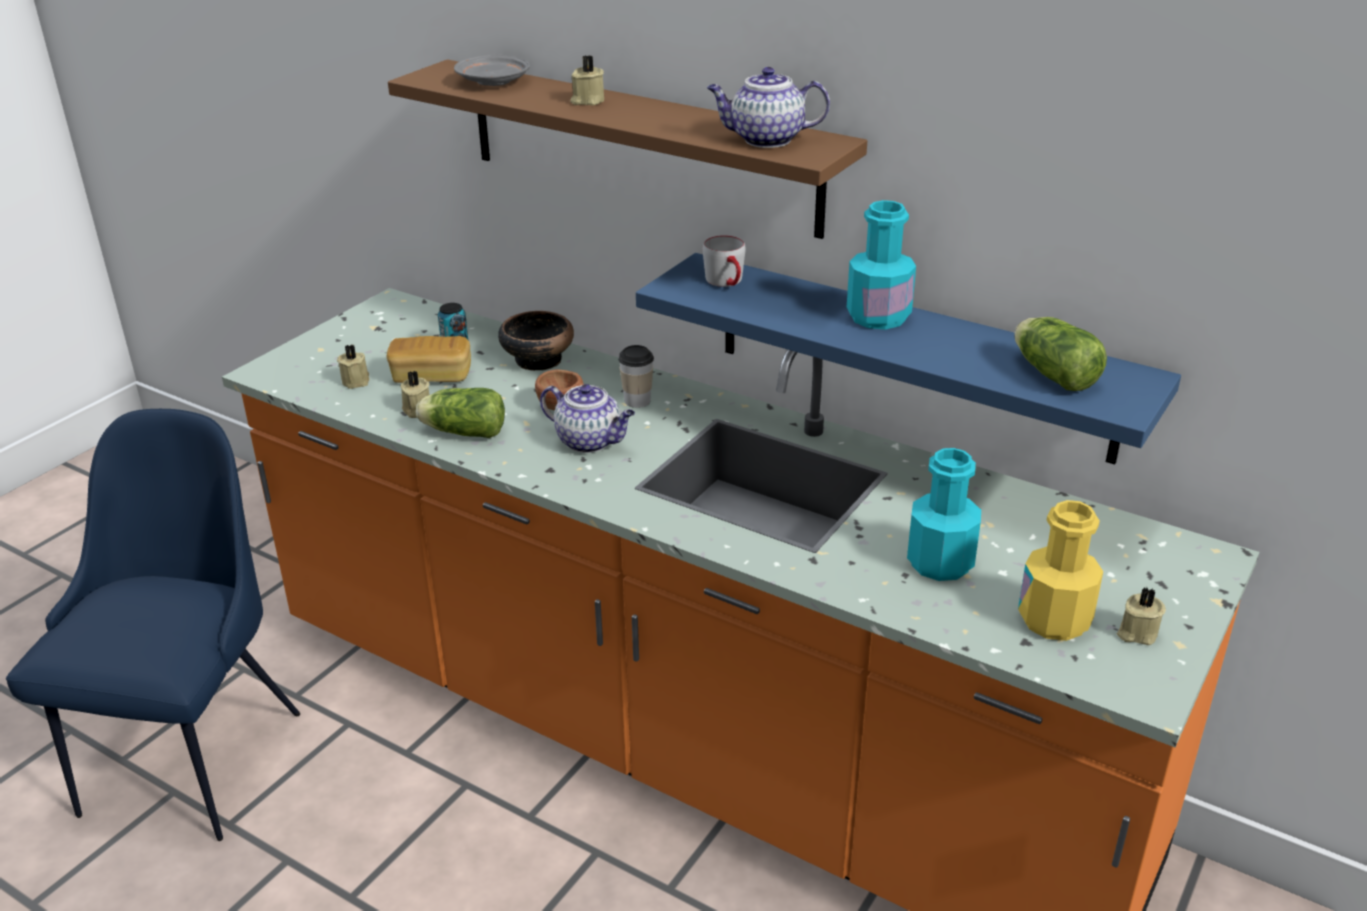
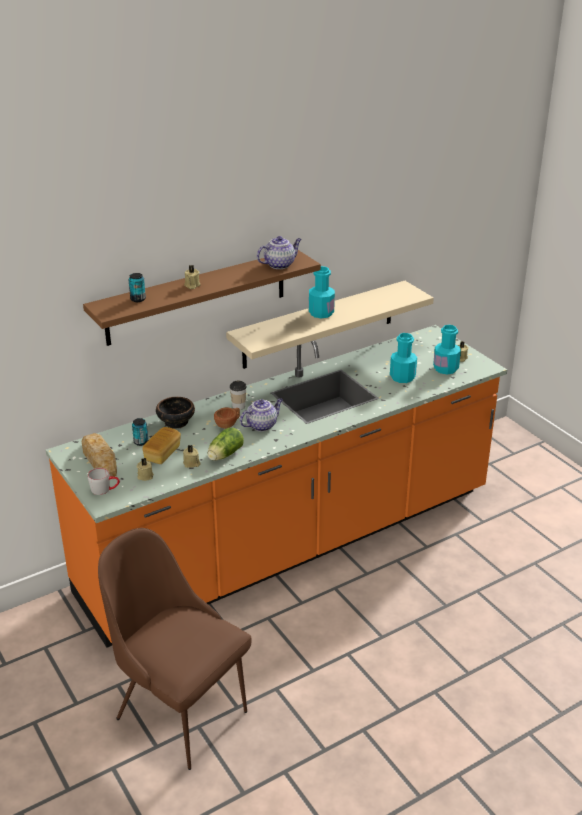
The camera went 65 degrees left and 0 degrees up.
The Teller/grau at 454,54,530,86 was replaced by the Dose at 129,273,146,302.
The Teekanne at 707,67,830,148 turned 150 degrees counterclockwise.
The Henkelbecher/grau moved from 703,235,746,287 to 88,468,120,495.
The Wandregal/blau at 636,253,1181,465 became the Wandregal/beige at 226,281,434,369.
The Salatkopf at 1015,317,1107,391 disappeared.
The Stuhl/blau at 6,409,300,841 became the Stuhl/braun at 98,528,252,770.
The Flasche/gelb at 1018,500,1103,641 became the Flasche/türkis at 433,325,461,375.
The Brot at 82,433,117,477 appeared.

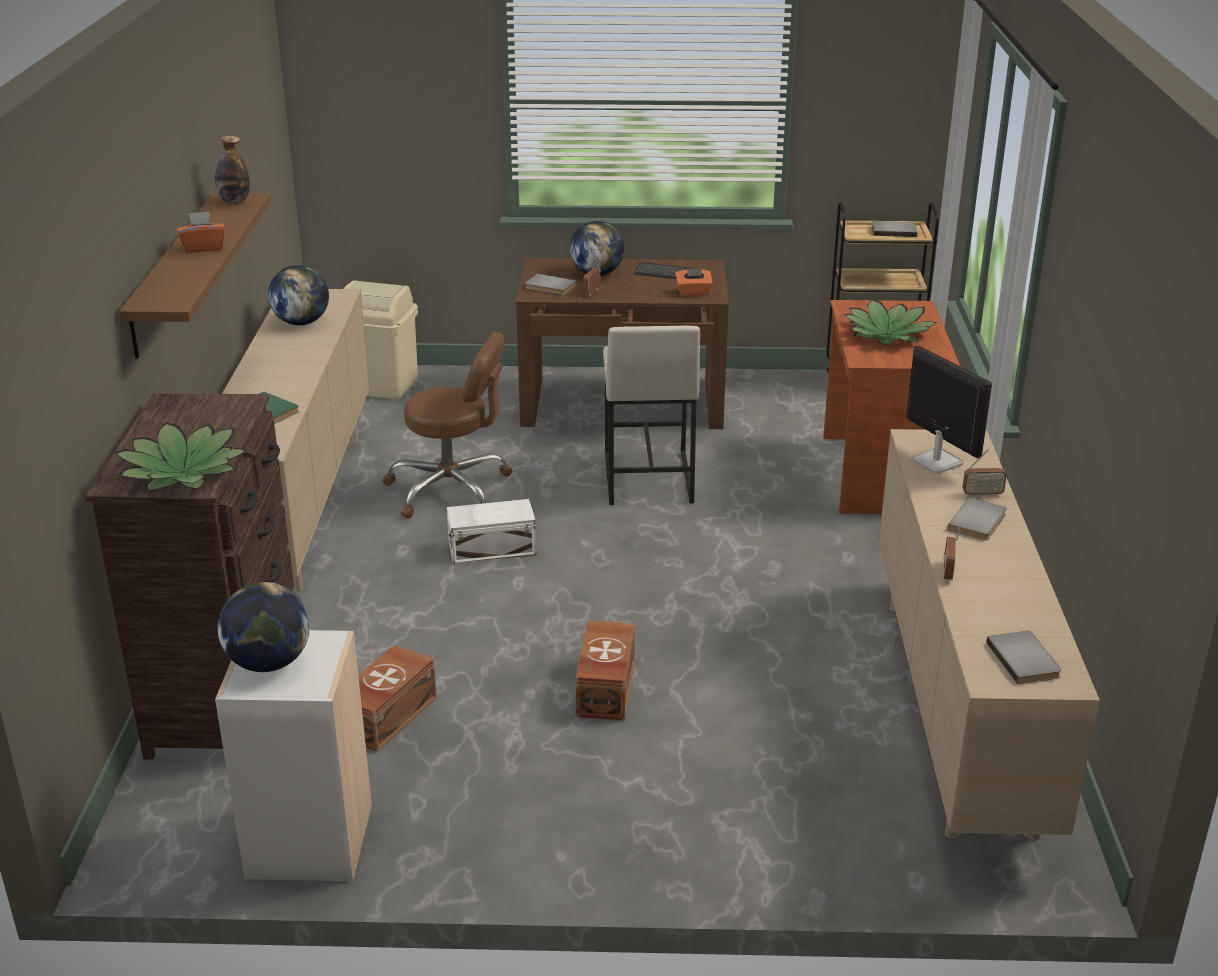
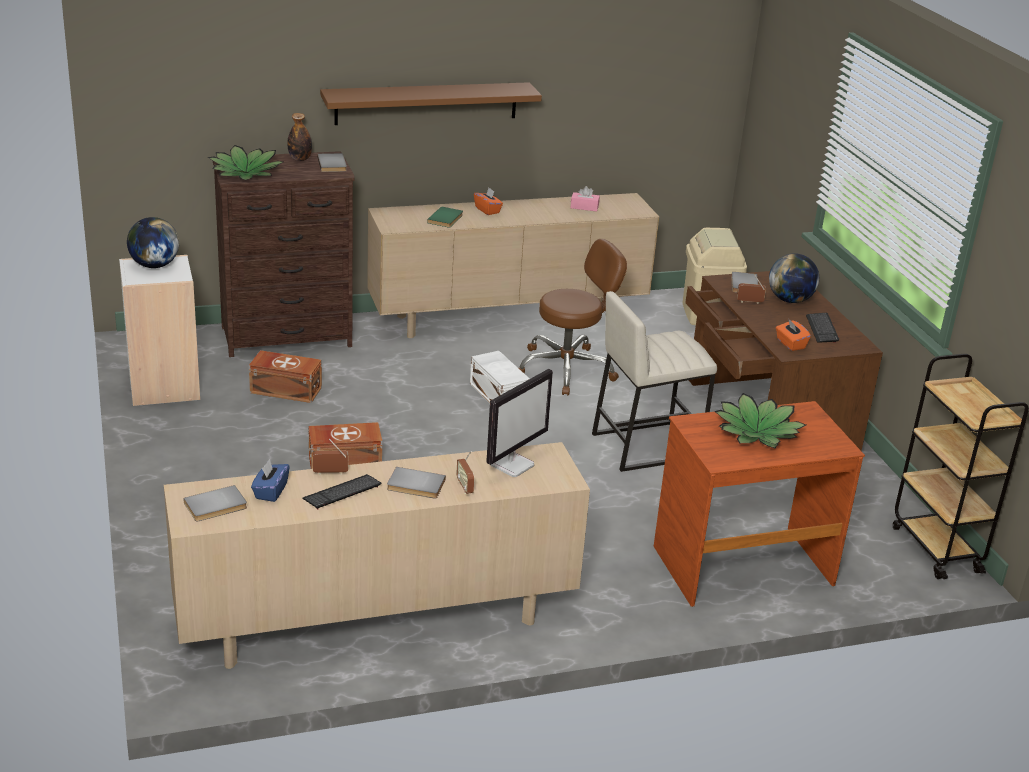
The camera went 70 degrees right and 0 degrees up.
The Flasche moved from 215,136,250,204 to 287,113,312,161.
The Taschentuchbox/orange moved from 177,212,225,253 to 474,188,503,215.
The Buch/grau moved from 872,221,917,237 to 317,153,347,172.
The Globus at 268,265,329,325 was replaced by the Taschentuchbox/rosa at 571,186,600,212.
The Bürostuhl/braun at 383,332,513,519 turned 105 degrees counterclockwise.
The Taschentuchbox/blau at 251,459,290,502 appeared.
The Tastatur at 302,474,381,509 appeared.

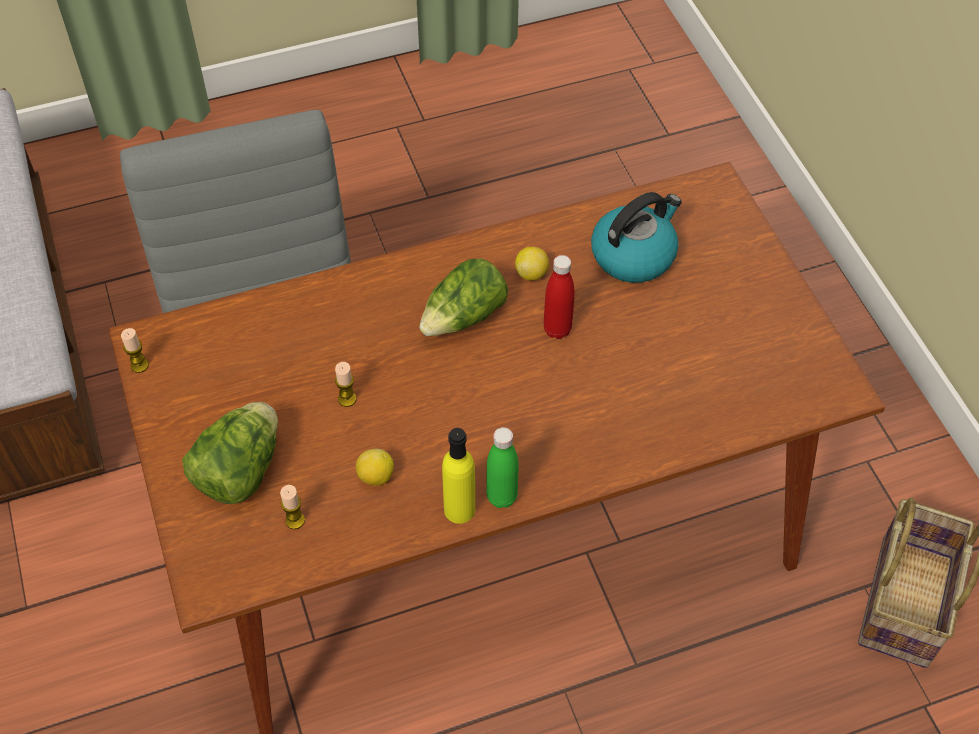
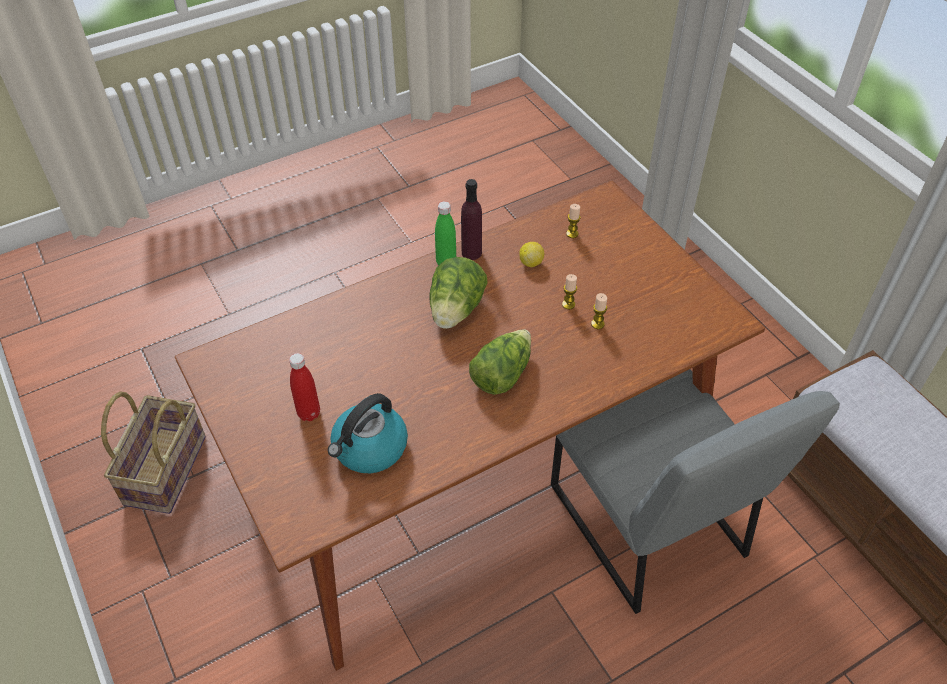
The camera went 170 degrees right and 5 degrees down.
The Zitrone at 515,247,549,281 disappeared.
The Flasche/rot moved from 543,255,575,339 to 289,353,320,421.
The Kerze moved from 121,328,149,373 to 591,293,607,329.
The Salatkopf moved from 182,402,278,504 to 430,257,488,329.
The Flasche/gelb at 442,428,475,524 became the Flasche/lila at 461,179,482,260.

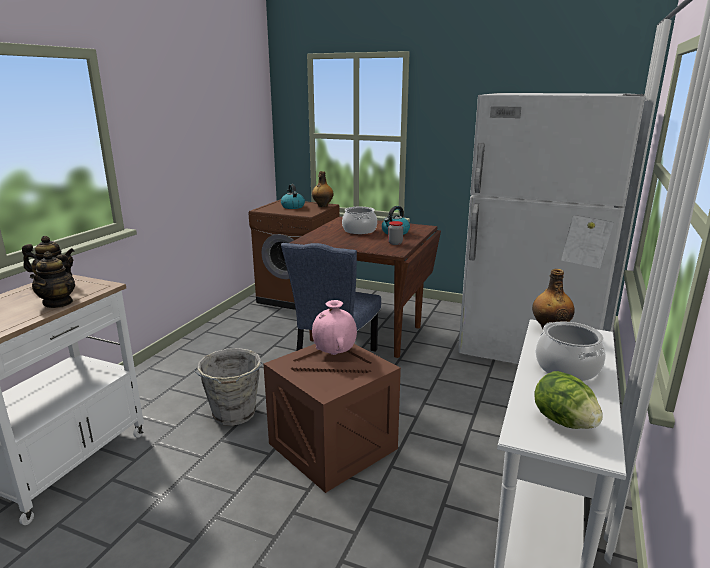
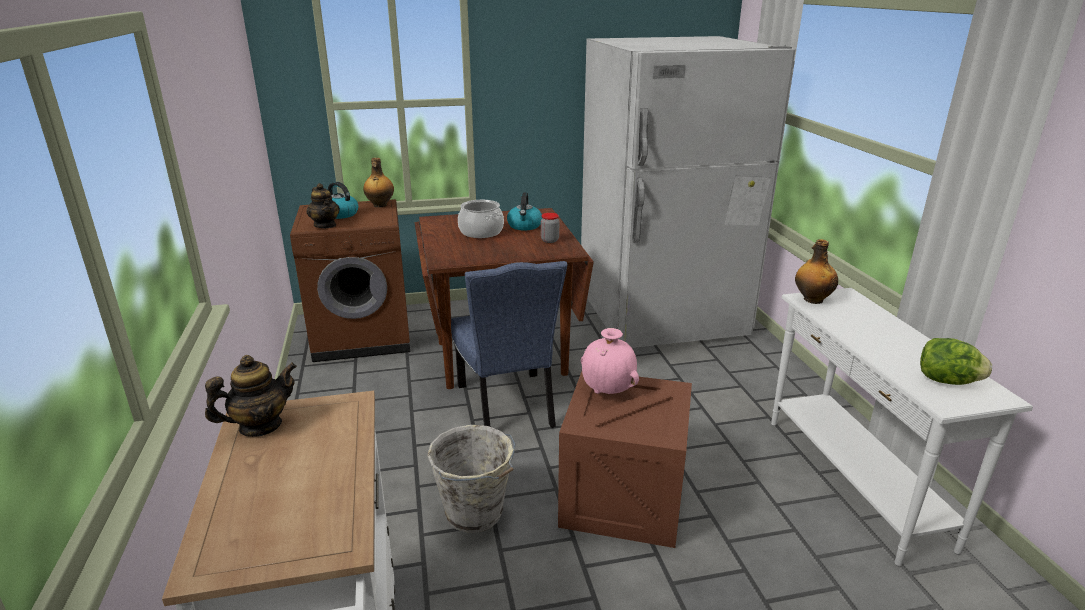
The camera went 35 degrees left and 5 degrees up.
The Teekanne moved from 30,251,75,308 to 306,183,340,228.
The Kochtopf at 536,321,606,381 disappeared.

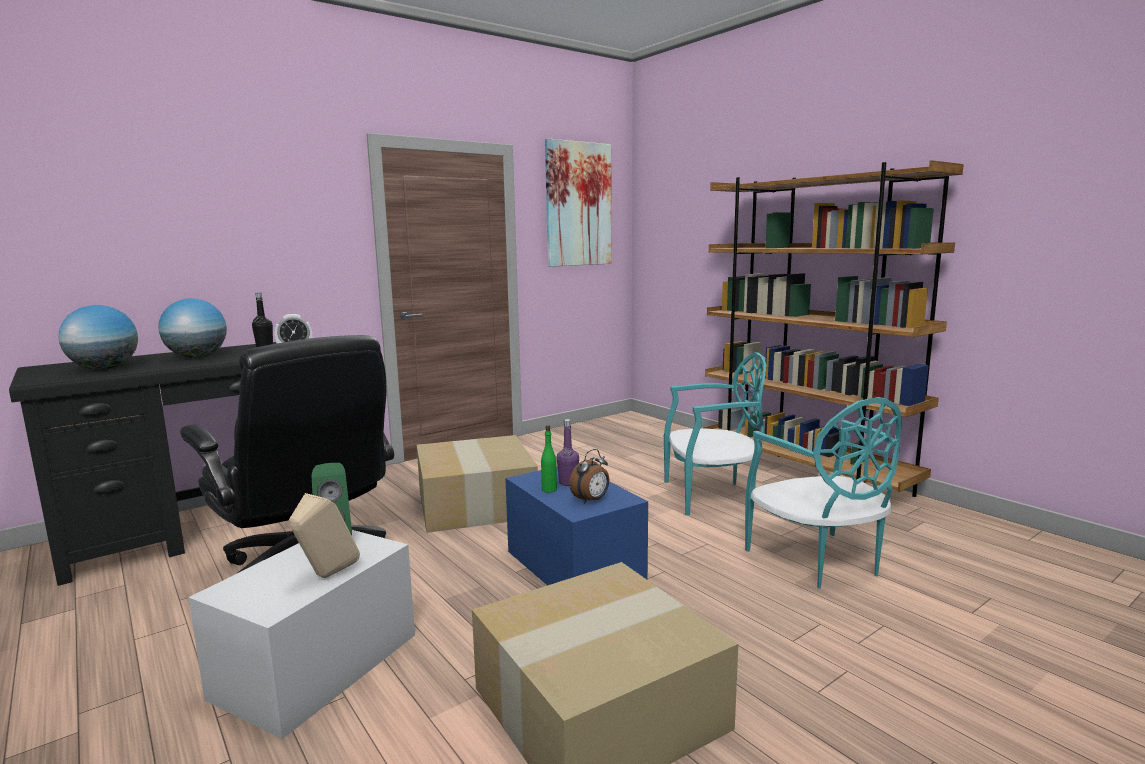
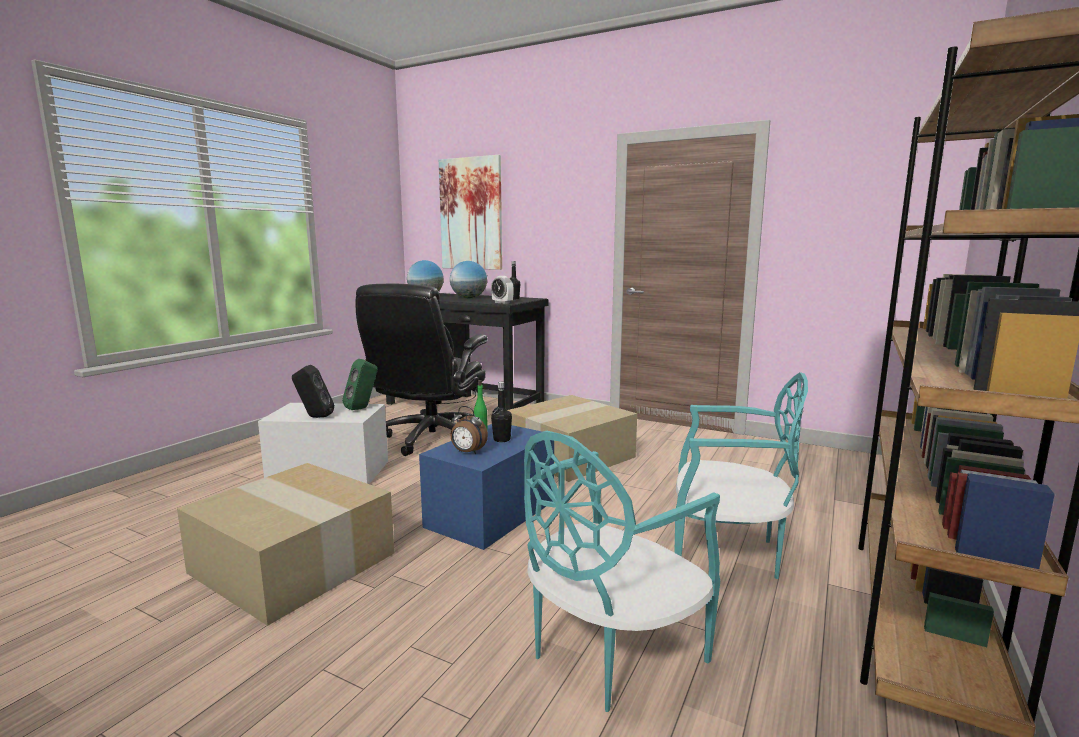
The camera went 65 degrees right and 0 degrees up.
The Bild moved from 545,138,612,267 to 439,155,502,270.
The Stuhl/türkis at 664,352,766,515 turned 45 degrees counterclockwise.
The Flasche/lila at 557,419,579,486 became the Flasche/schwarz at 491,382,512,442.
The Lautsprecher/beige at 289,493,360,578 became the Lautsprecher/schwarz at 292,365,334,418.

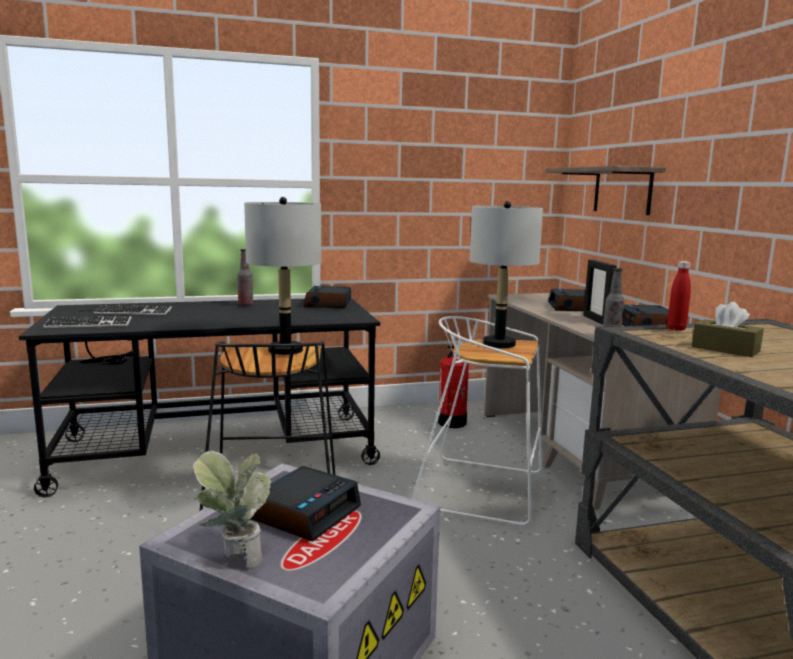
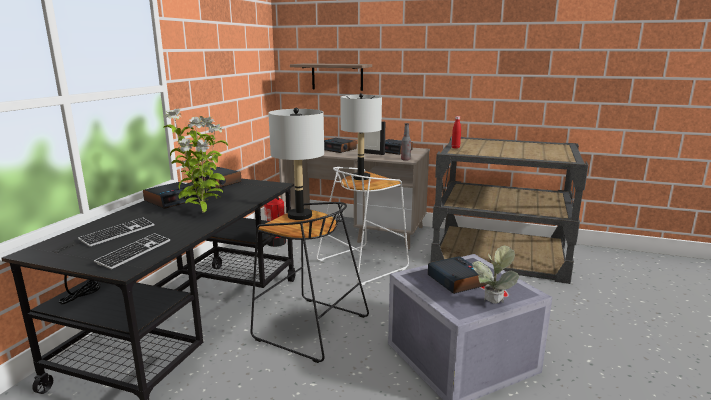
The camera went 55 degrees left and 5 degrees up.
The Flasche at 237,249,253,306 was replaced by the Wecker at 143,182,198,209.
The Taschentuchbox/braun at 692,302,764,357 disappeared.
The Topfpflanze at 163,108,228,212 appeared.

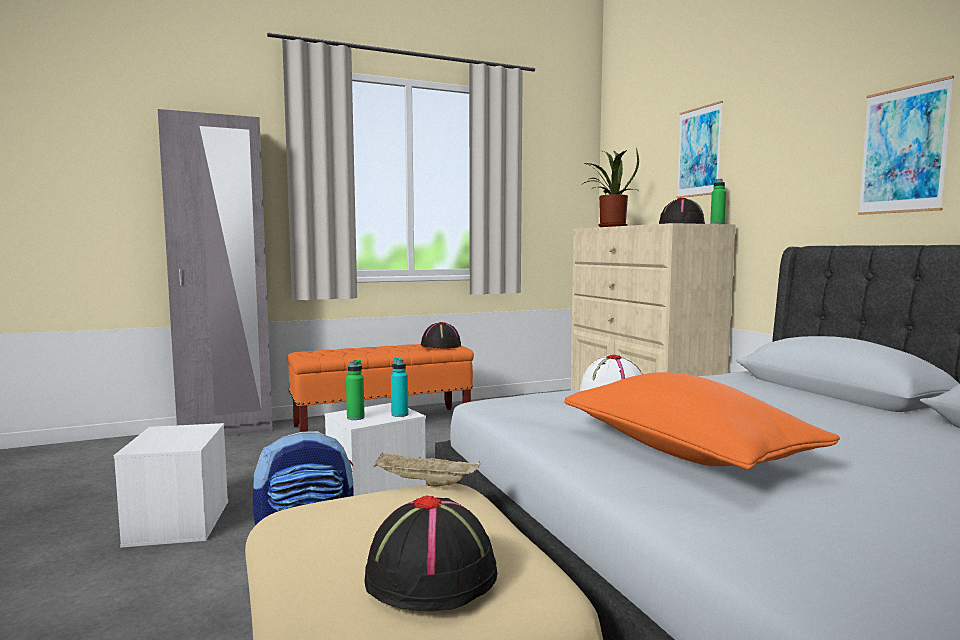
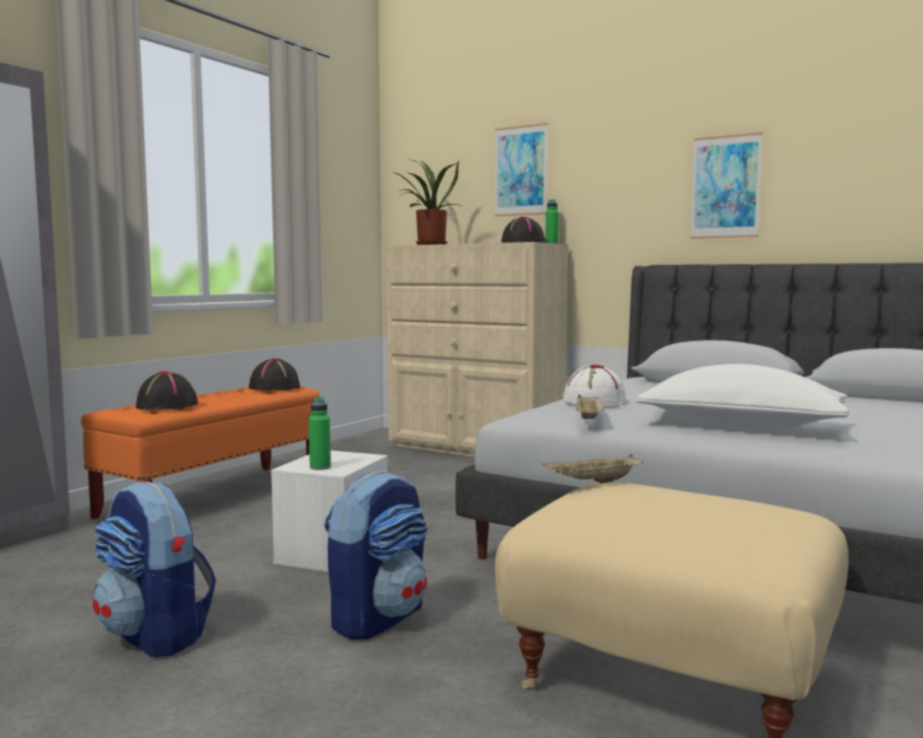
The camera went 35 degrees left and 0 degrees up.
The Flasche/türkis at 391,358,408,417 disappeared.
The Kissen/orange at 564,372,840,470 became the Kissen/weiß at 636,364,849,430.
The Aufbewahrungsbox/weiß at 114,423,228,548 was replaced by the Rucksack at 93,481,216,658.
The Hut/schwarz moved from 365,495,497,612 to 136,371,198,410.
The Tablett/beige at 576,395,604,419 appeared.

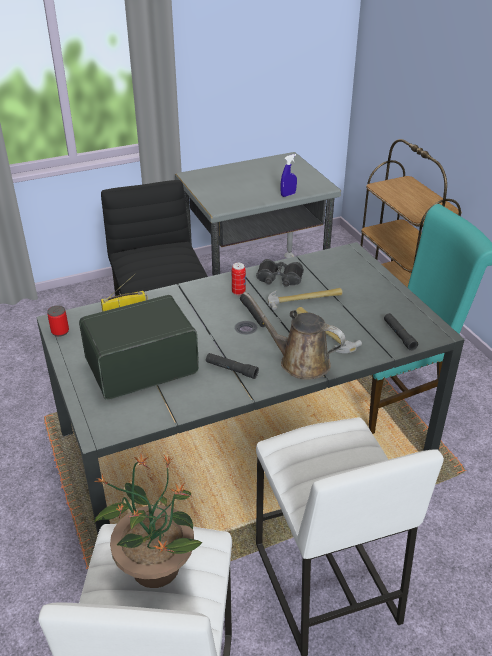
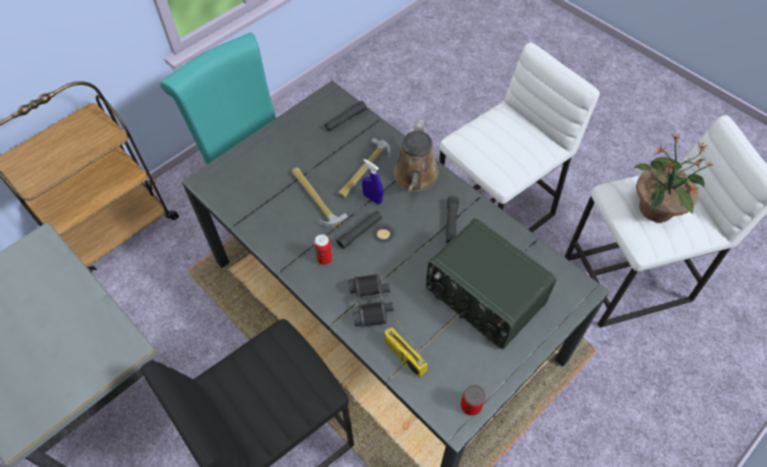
The camera went 110 degrees left and 20 degrees up.
The Sprühflasche/blau moved from 280,154,297,197 to 362,159,383,204.
The Fernglas/schwarz moved from 256,259,304,287 to 348,274,394,328.

